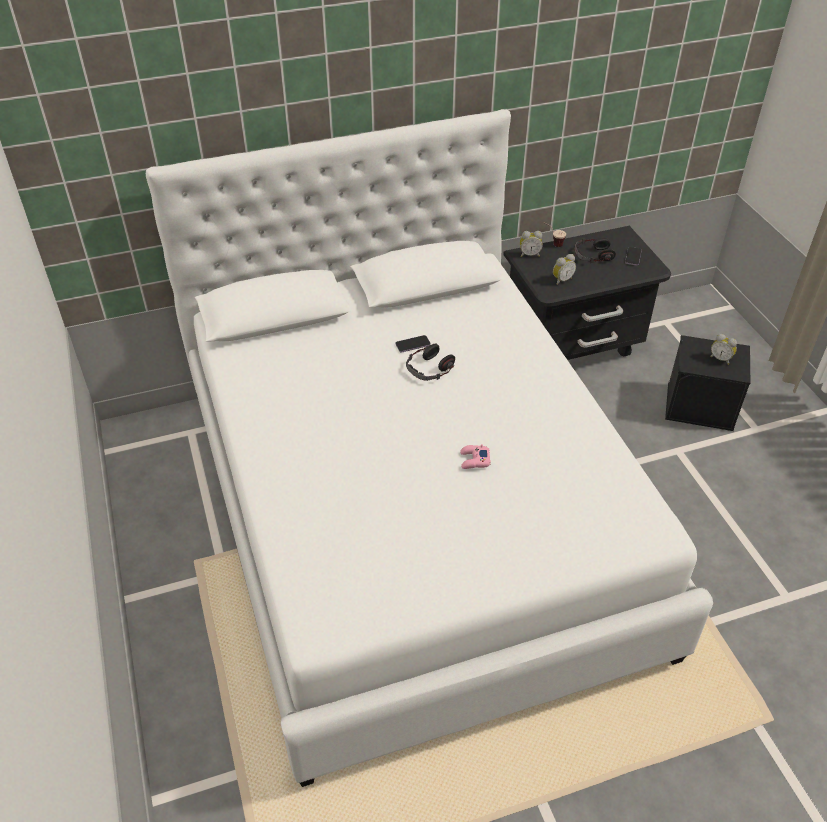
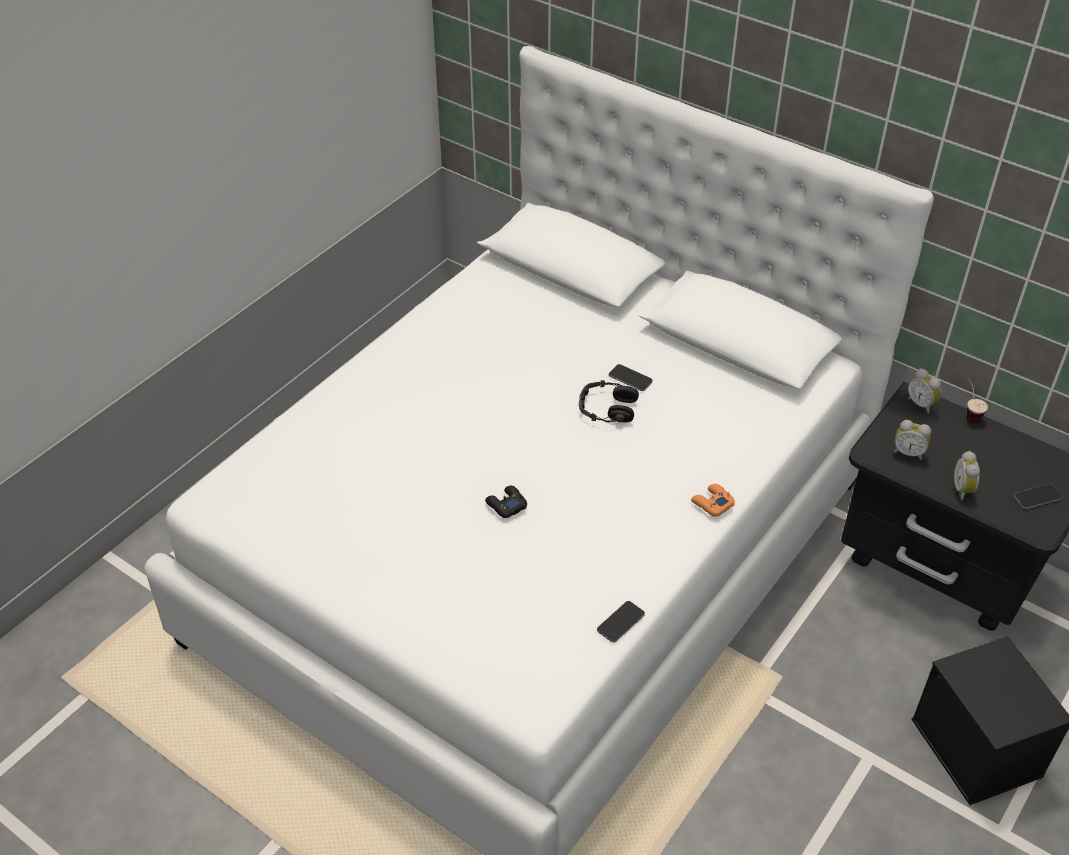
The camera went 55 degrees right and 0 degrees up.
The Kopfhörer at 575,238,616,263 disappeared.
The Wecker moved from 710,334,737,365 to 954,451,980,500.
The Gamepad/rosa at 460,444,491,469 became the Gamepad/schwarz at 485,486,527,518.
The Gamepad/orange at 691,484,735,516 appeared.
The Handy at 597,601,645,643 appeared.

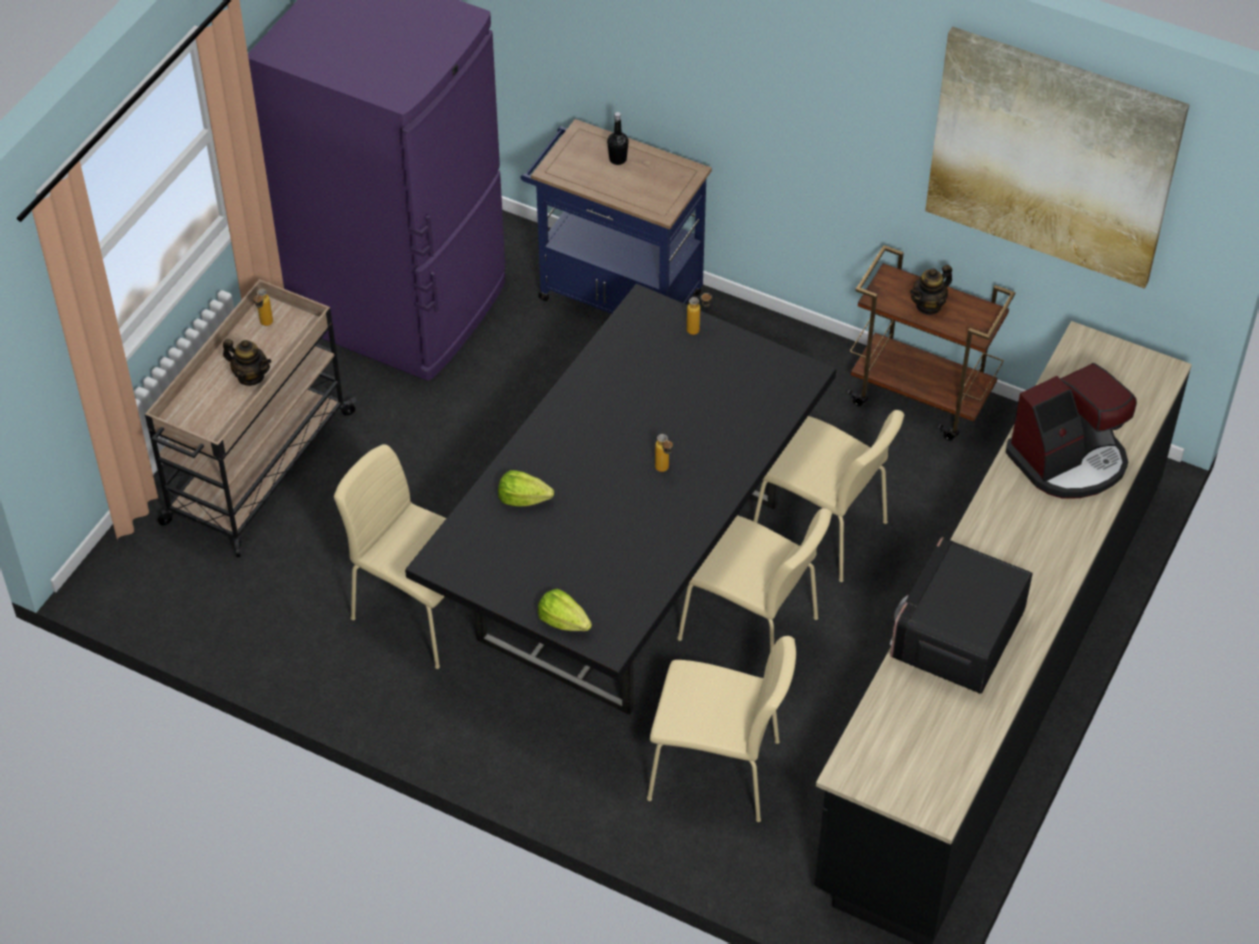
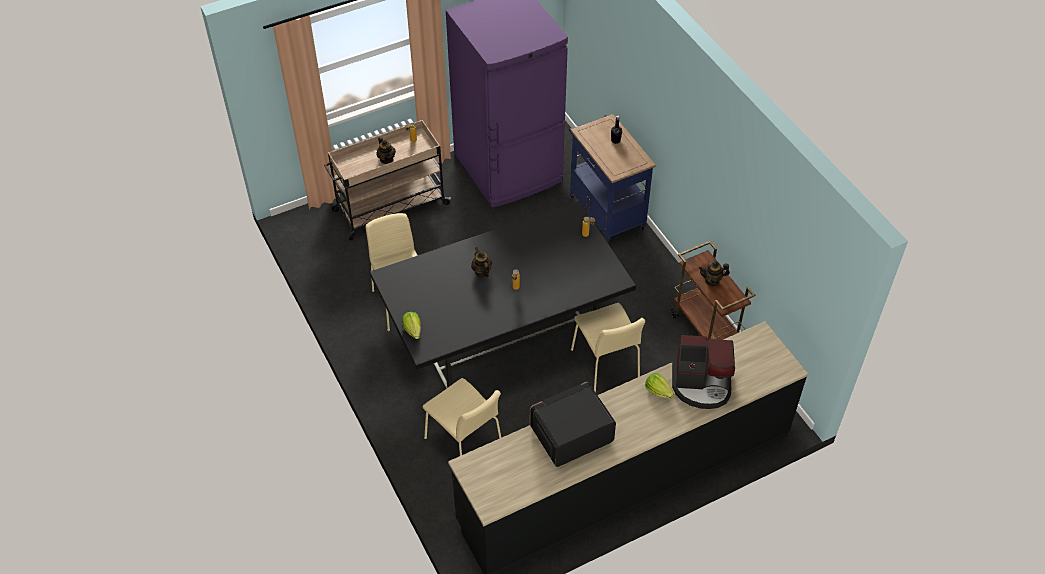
The camera went 35 degrees right and 0 degrees up.
The Bild at 925,26,1190,289 disappeared.
The Salatkopf moved from 498,470,554,507 to 645,373,674,399.
The Stuhl/beige at 677,508,832,652 disappeared.
The Teekanne at 471,247,492,277 appeared.

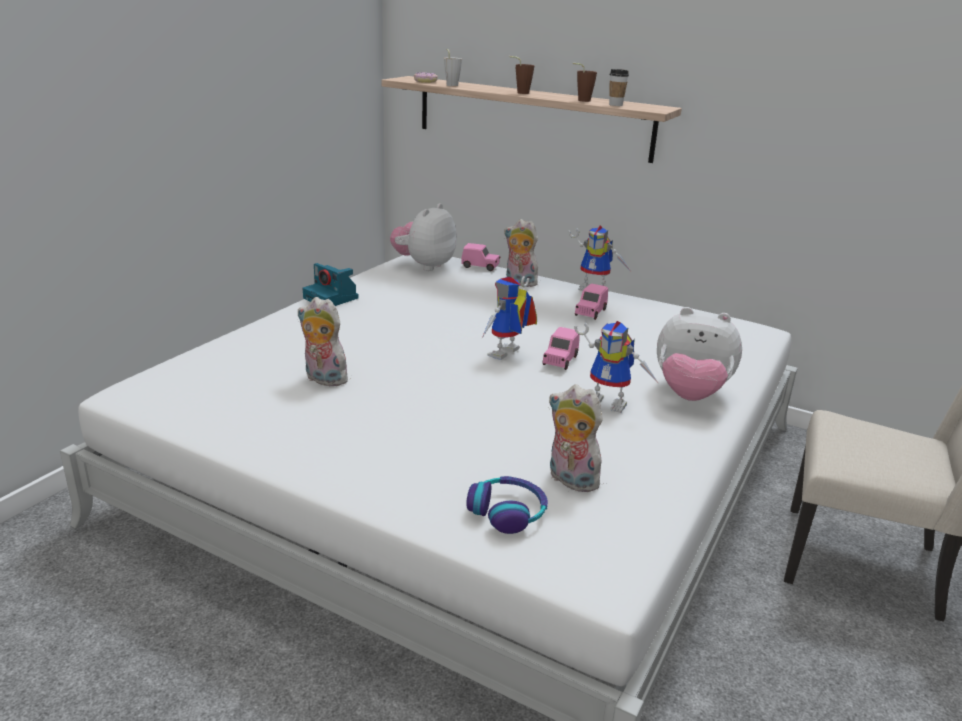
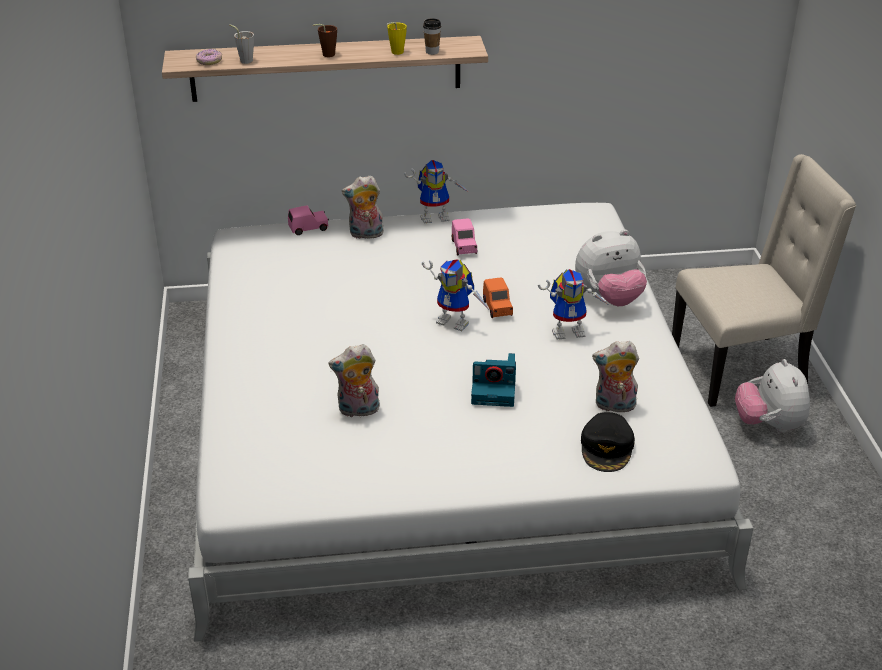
The camera went 35 degrees left and 10 degrees up.
The Tasse/braun at 573,63,597,102 became the Tasse/gelb at 387,22,407,55.
The Plüschtier moved from 390,203,457,271 to 735,359,810,432.
The Kamera moved from 303,263,359,306 to 471,353,516,407.
The Spielzeugroboter at 482,276,537,360 turned 60 degrees counterclockwise.
The Spielzeugauto/rosa at 543,327,580,370 became the Spielzeugauto/orange at 483,277,513,318.
The Kopfhörer at 466,476,548,534 was replaced by the Kappe/schwarz at 581,412,635,472.

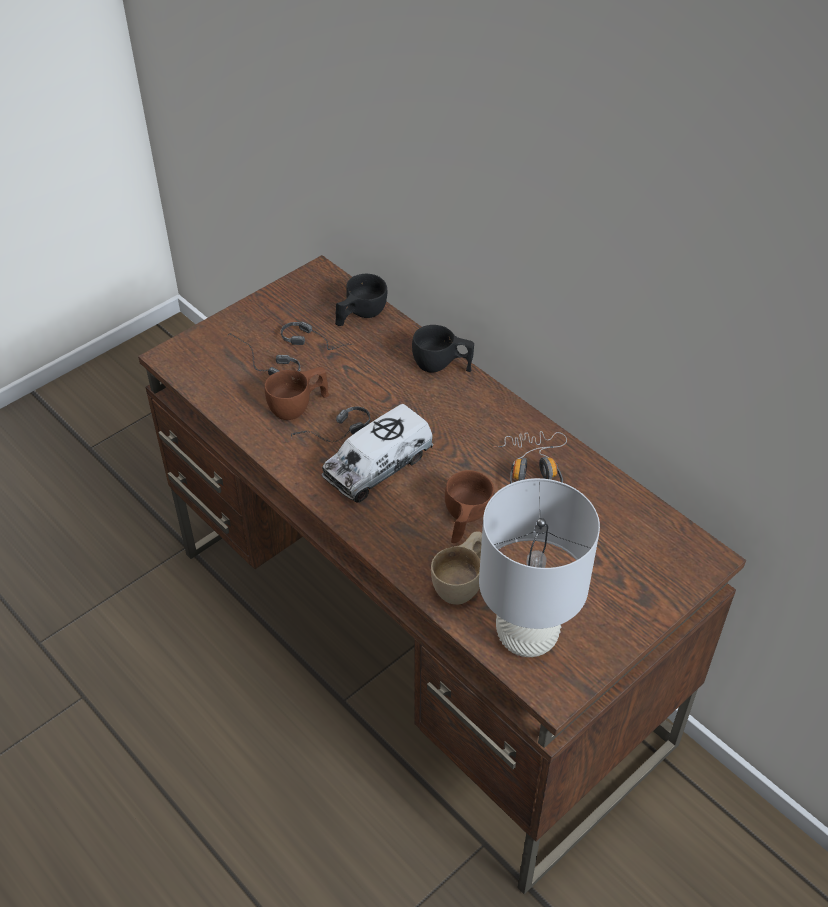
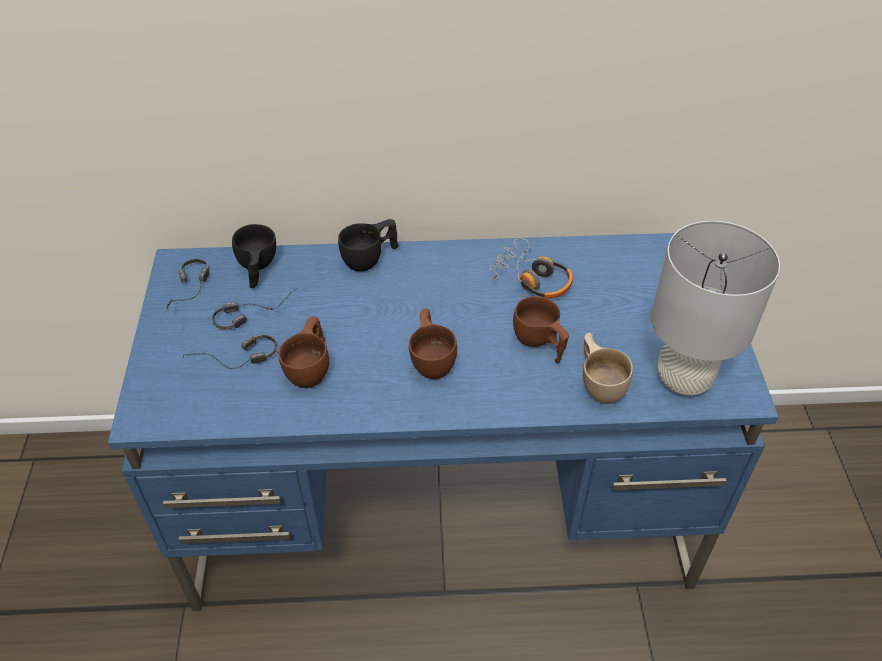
The camera went 50 degrees left and 0 degrees up.
The Schreibtisch/braun at 138,255,746,894 became the Schreibtisch/blau at 108,233,779,611.
The Spielzeuglaster at 322,404,433,503 was replaced by the Tasse/braun at 409,308,457,379.
The Kopfhörer moved from 291,406,370,442 to 166,259,209,310.

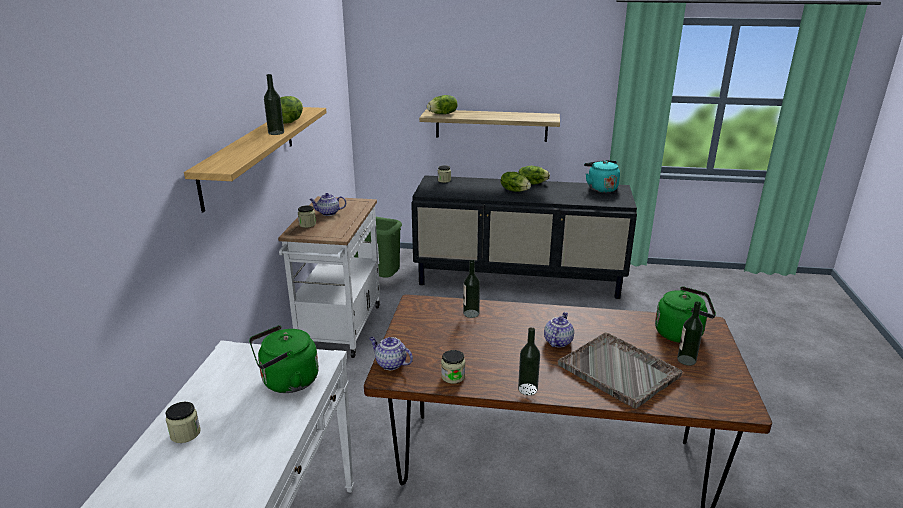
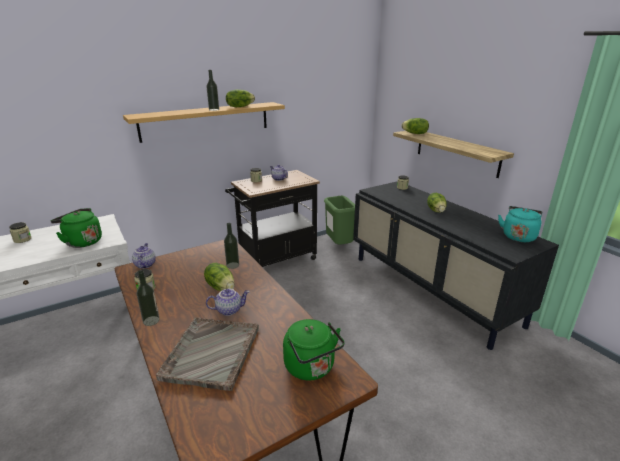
The camera went 50 degrees right and 0 degrees up.
The Salatkopf moved from 518,166,550,185 to 204,263,235,291.
The Rollwagen/weiß at 278,196,380,358 became the Rollwagen/schwarz at 225,170,320,267.
The Flasche at 677,301,703,366 disappeared.

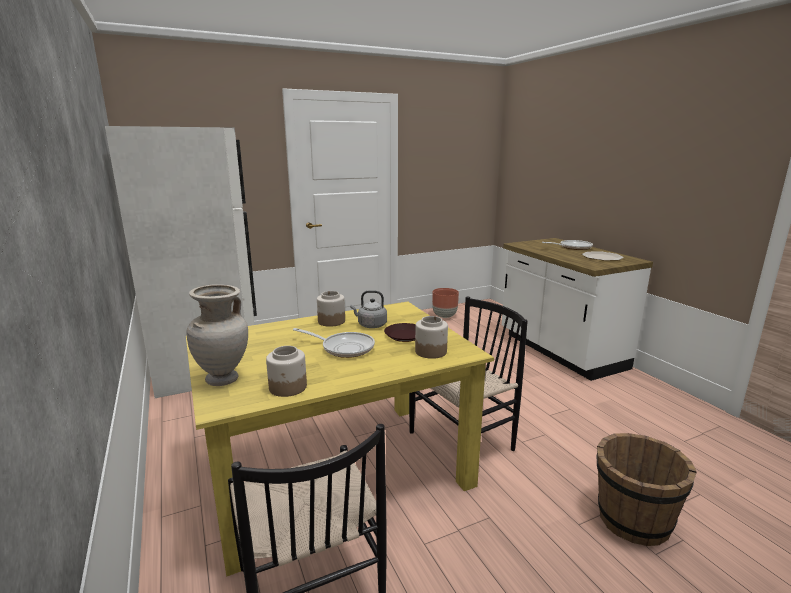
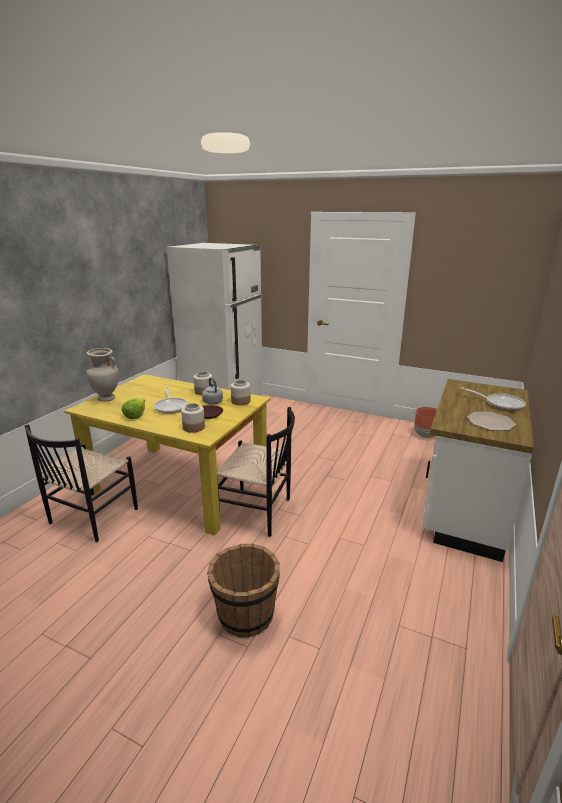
The camera went 50 degrees right and 5 degrees up.
The Vorratsglas moved from 266,346,307,397 to 231,380,251,405.
The Salatkopf at 122,398,145,419 appeared.

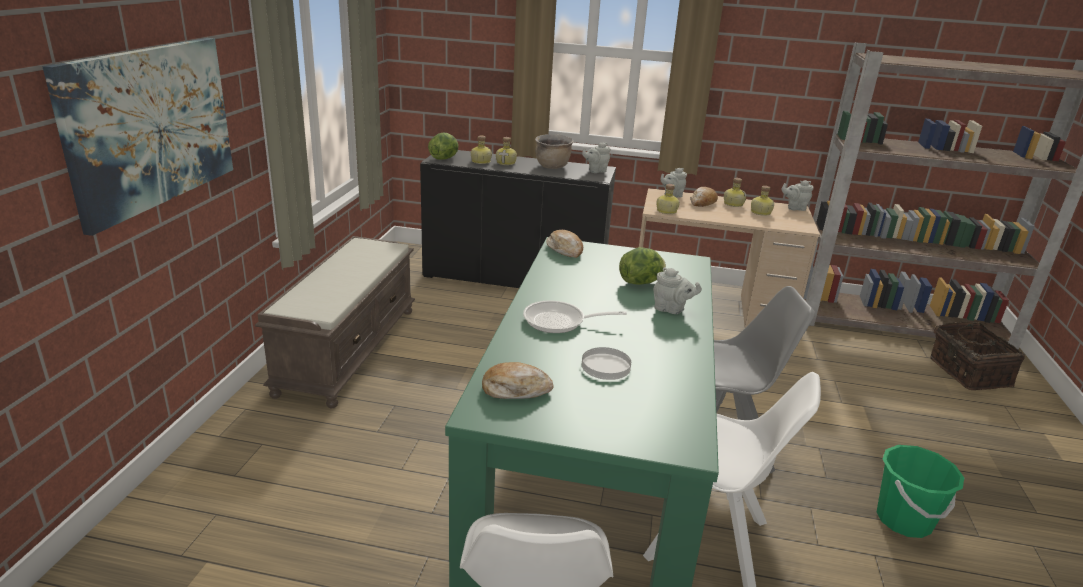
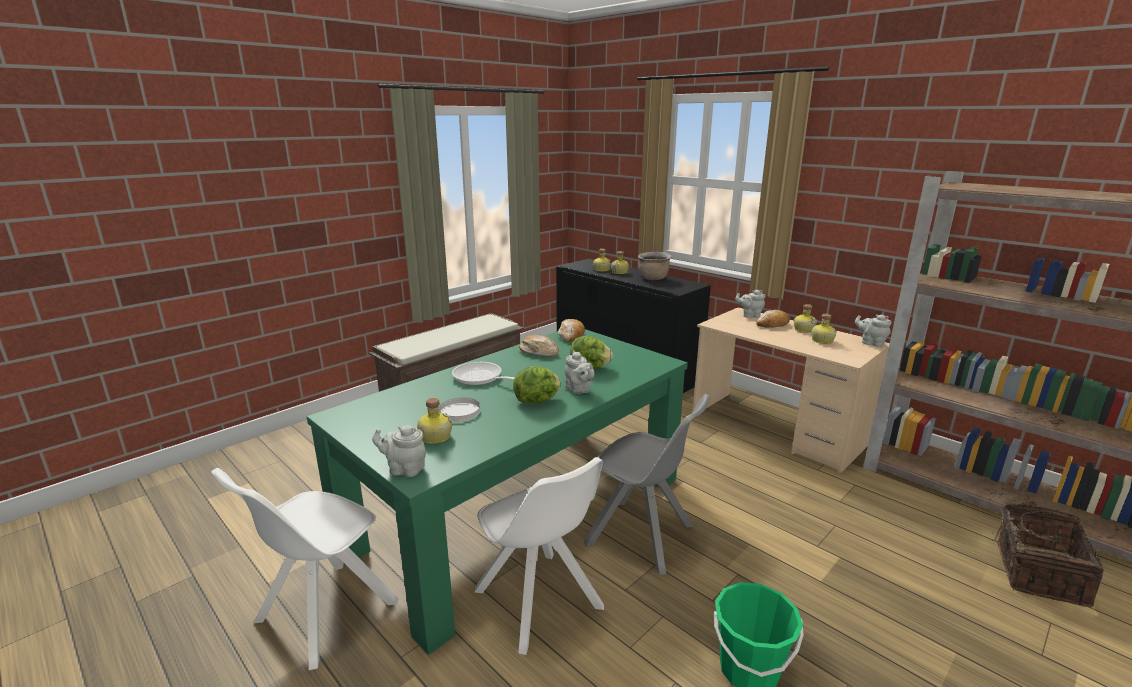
The camera went 35 degrees right and 5 degrees down.
The Bild at 42,38,233,236 disappeared.
The Salatkopf moved from 428,133,459,160 to 513,366,561,404.
The Teekanne/grau moved from 582,142,611,173 to 372,425,426,477.
The Flasche moved from 656,184,680,214 to 417,398,452,444.
The Brot moved from 482,362,554,399 to 519,335,559,357.

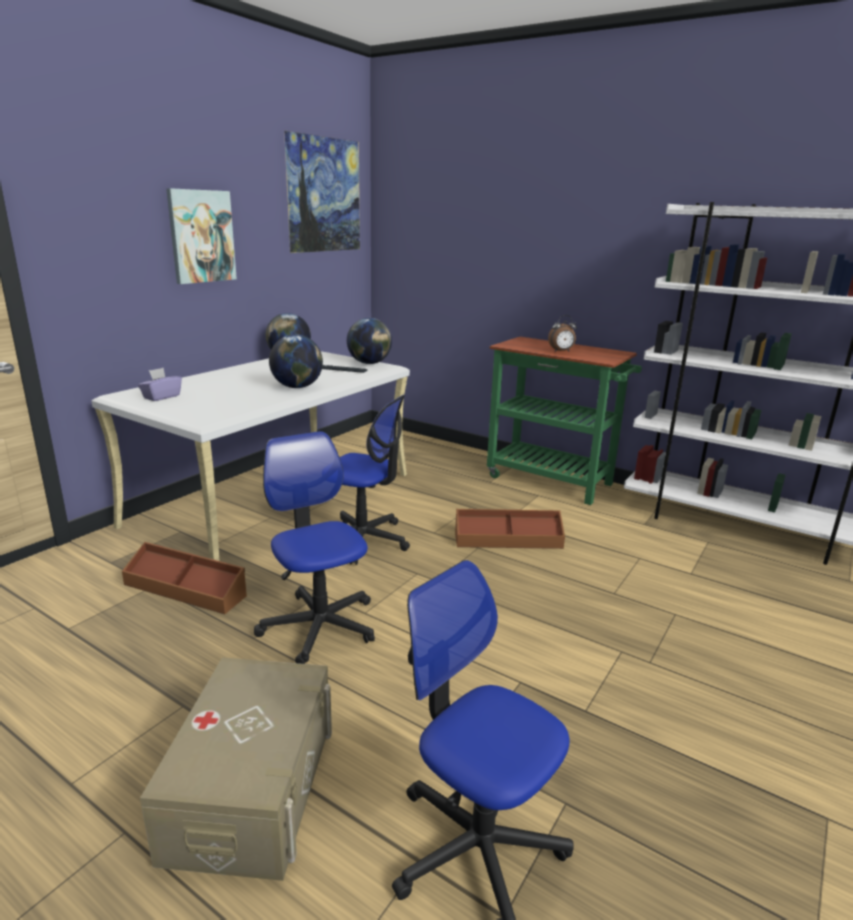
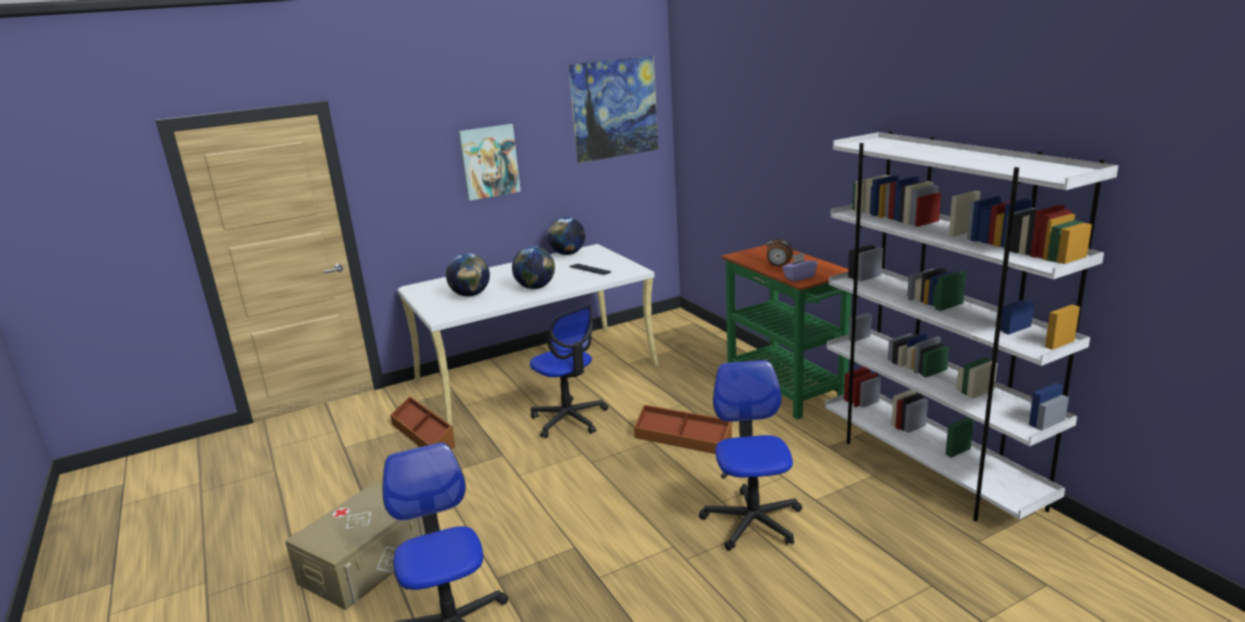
The camera went 30 degrees right and 0 degrees up.
The Globus moved from 347,318,392,364 to 446,253,490,297.
The Taschentuchbox/lila moved from 138,368,182,401 to 782,253,818,282.
The Bürostuhl moved from 254,431,375,664 to 699,360,802,551.

